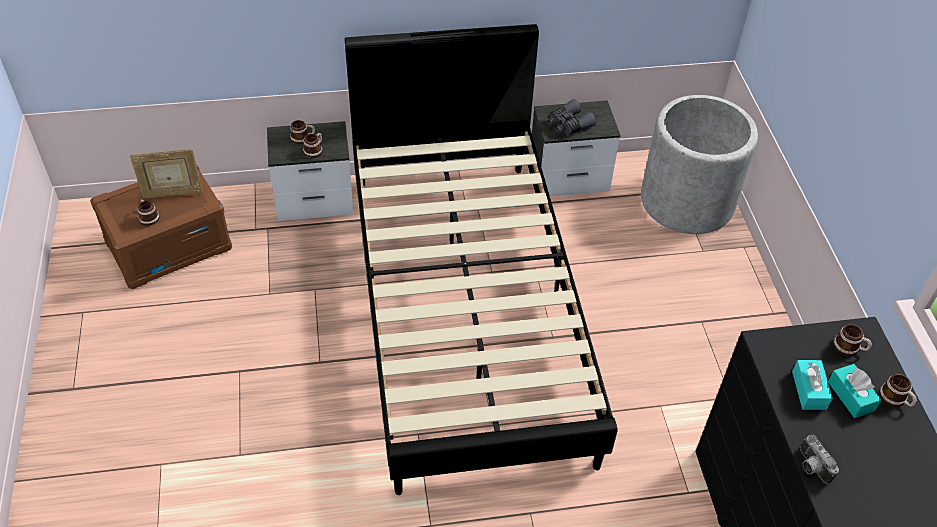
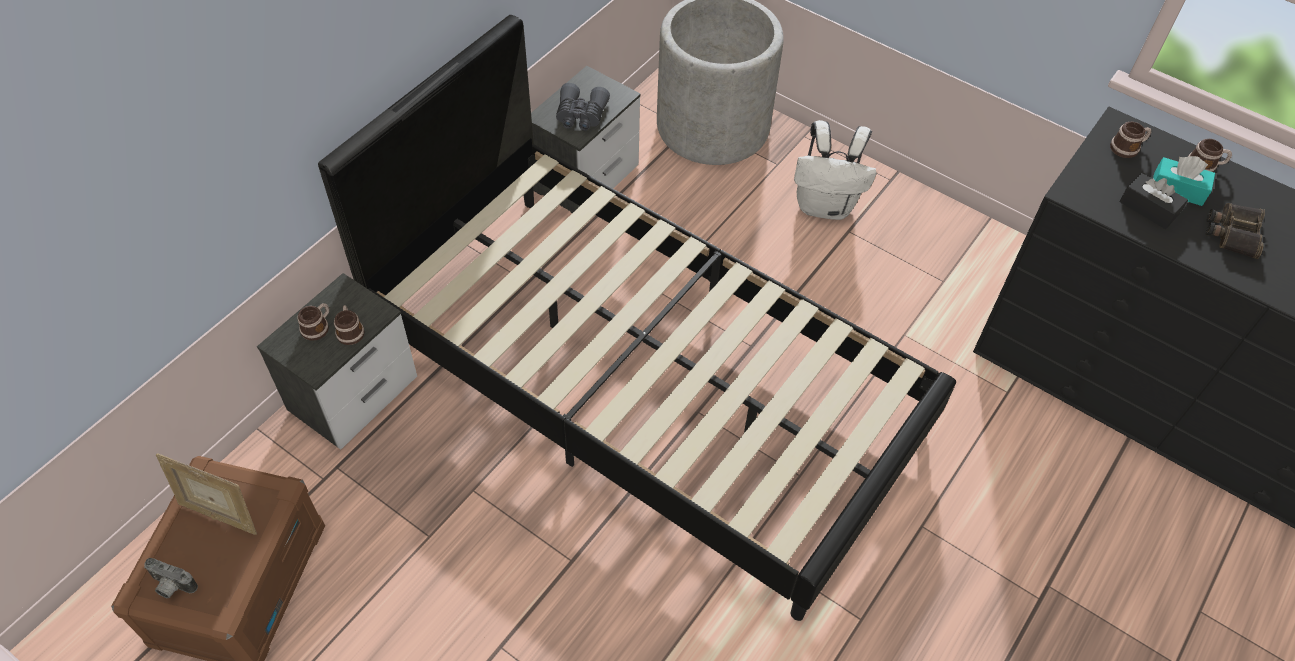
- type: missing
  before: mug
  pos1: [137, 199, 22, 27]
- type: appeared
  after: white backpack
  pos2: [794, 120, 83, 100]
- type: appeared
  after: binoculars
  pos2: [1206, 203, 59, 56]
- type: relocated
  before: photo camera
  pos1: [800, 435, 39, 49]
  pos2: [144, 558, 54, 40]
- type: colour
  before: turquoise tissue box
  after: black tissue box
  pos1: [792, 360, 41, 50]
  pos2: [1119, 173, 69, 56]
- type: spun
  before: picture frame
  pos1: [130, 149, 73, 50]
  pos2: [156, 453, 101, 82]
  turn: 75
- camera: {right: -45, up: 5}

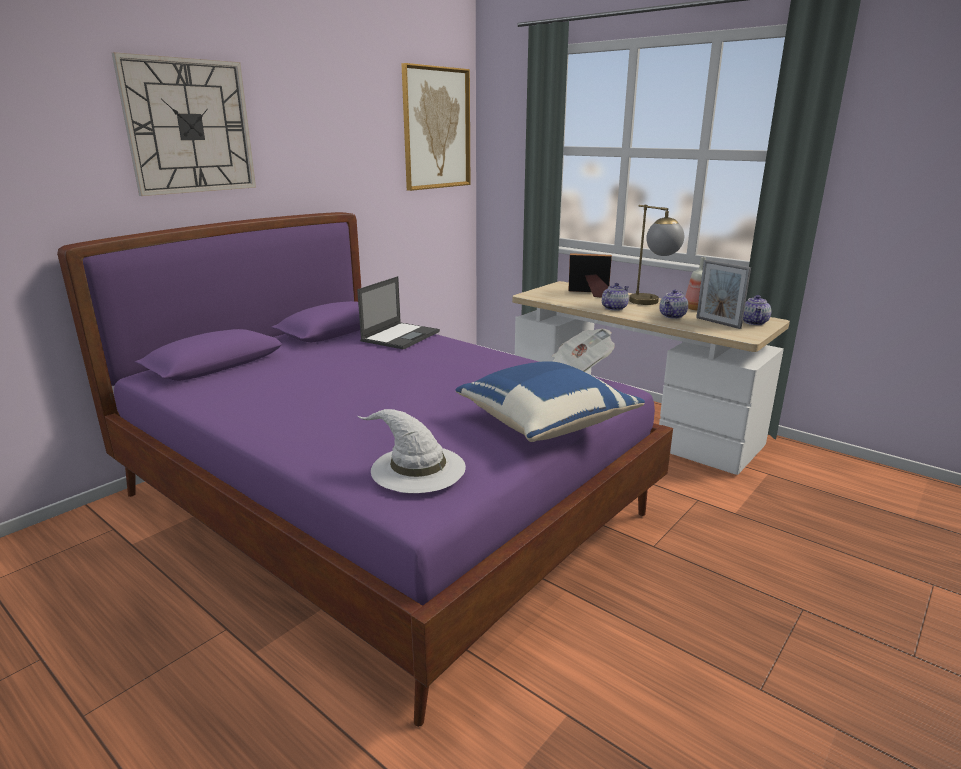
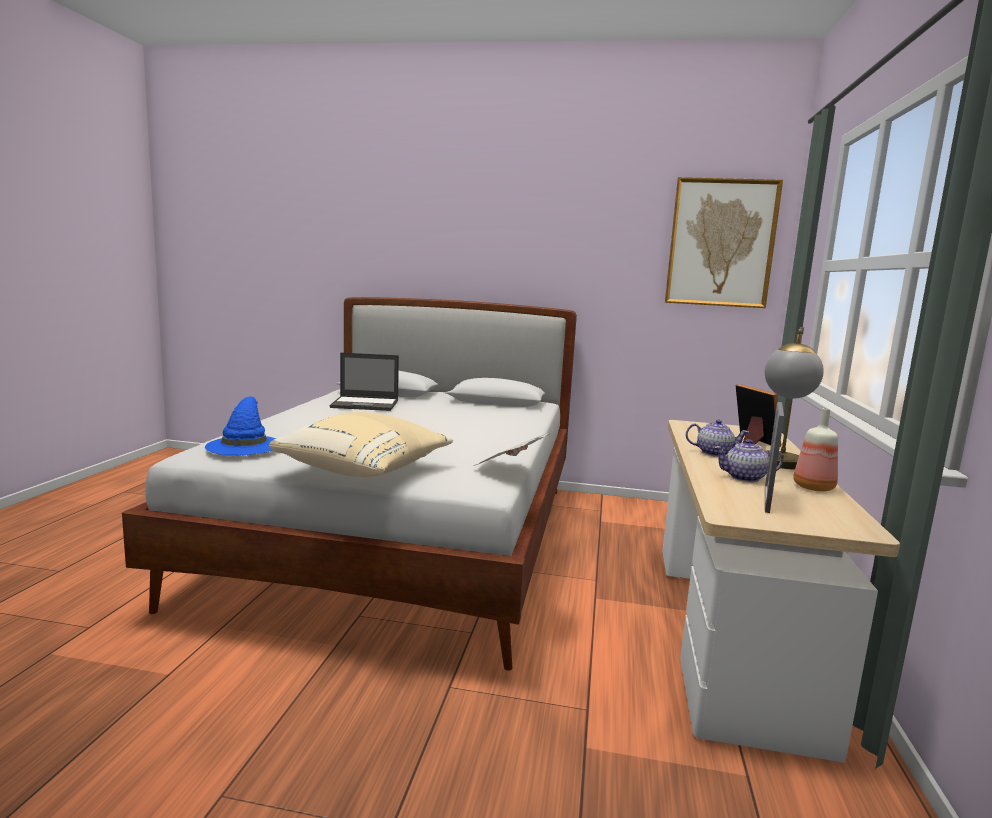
- type: missing
  before: wall clock
  pos1: [112, 52, 144, 144]
- type: missing
  before: teapot
  pos1: [743, 295, 28, 30]
- type: relocated
  before: laptop
  pos1: [357, 276, 83, 74]
  pos2: [330, 353, 69, 58]
- type: colour
  before: purple bed
  after: white bed
  pos1: [57, 212, 616, 515]
  pos2: [122, 297, 455, 374]
- type: colour
  before: white hat
  after: blue hat
  pos1: [358, 409, 108, 84]
  pos2: [205, 397, 71, 58]
- type: colour
  before: blue pillow
  after: beige pillow
  pos1: [456, 361, 189, 81]
  pos2: [269, 412, 184, 65]
- camera: {right: 60, up: -10}

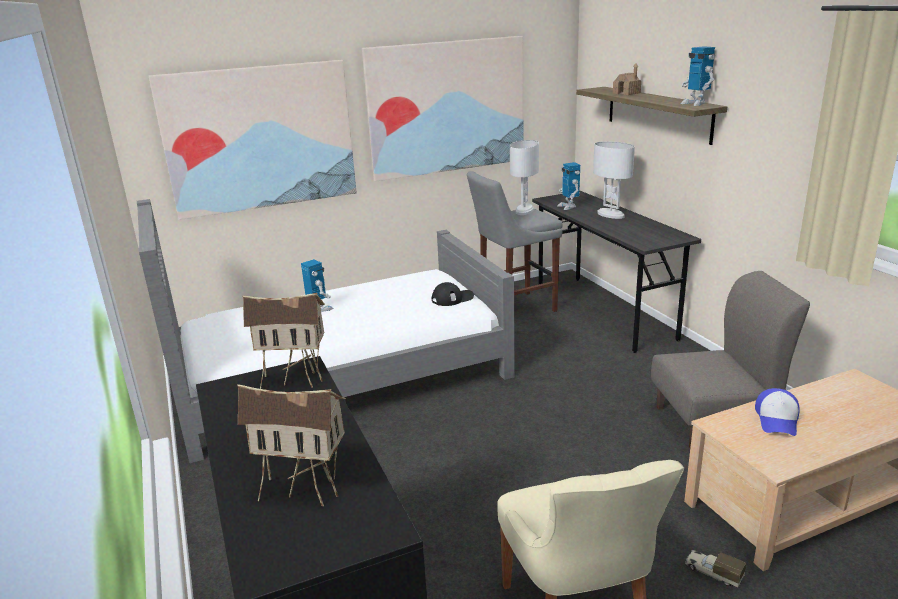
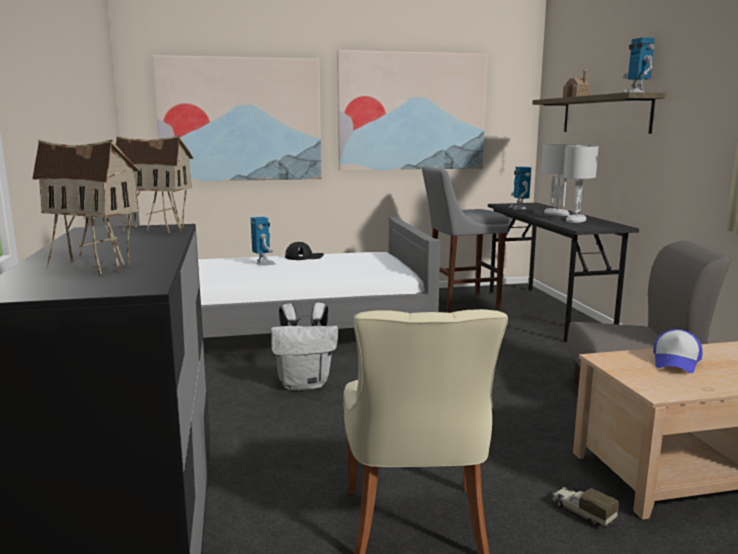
- type: appeared
  after: white backpack
  pos2: [271, 302, 67, 89]
- type: relocated
  before: black cap
  pos1: [432, 282, 42, 24]
  pos2: [285, 242, 39, 18]
- type: relocated
  before: white table lamp
  pos1: [510, 140, 29, 75]
  pos2: [563, 145, 35, 78]
- camera: {right: 10, up: -10}

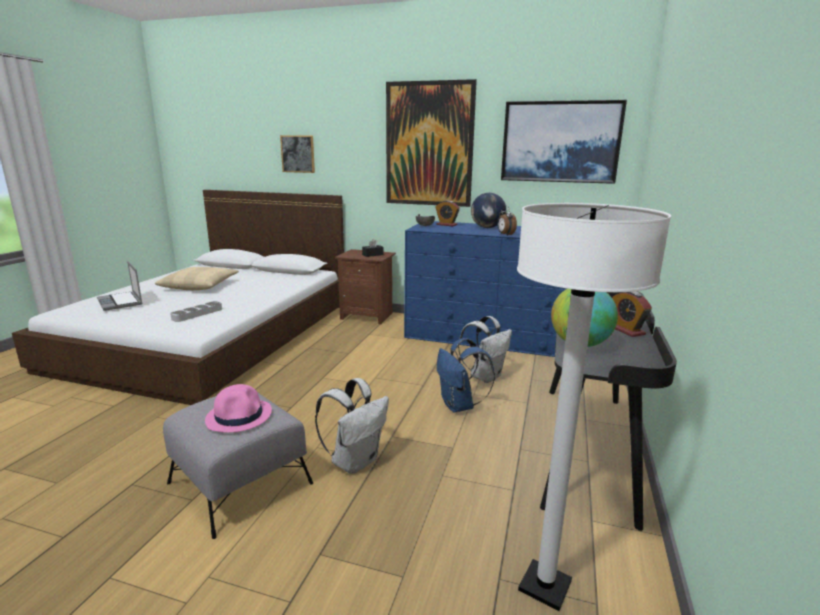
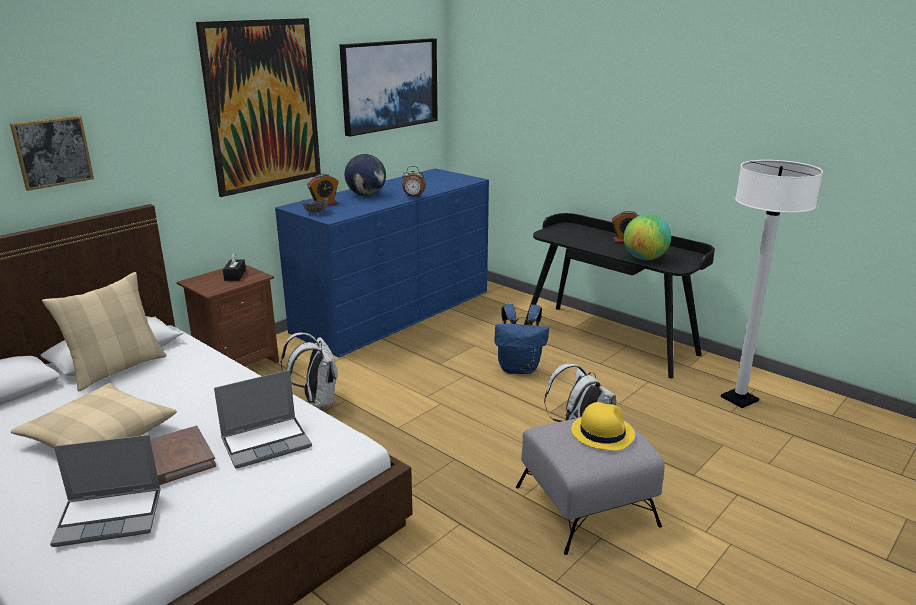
- type: appeared
  after: beige pillow
  pos2: [42, 272, 124, 119]
- type: appeared
  after: brown book
  pos2: [150, 425, 66, 60]
- type: relocated
  before: white backpack
  pos1: [458, 316, 54, 67]
  pos2: [281, 332, 57, 76]
- type: exchanged
  before: grey tray
  after: laptop
  pos1: [170, 301, 52, 21]
  pos2: [214, 370, 98, 99]
- type: colour
  before: pink hat
  after: yellow hat
  pos1: [205, 384, 67, 49]
  pos2: [571, 402, 64, 49]
- camera: {right: -65, up: 5}

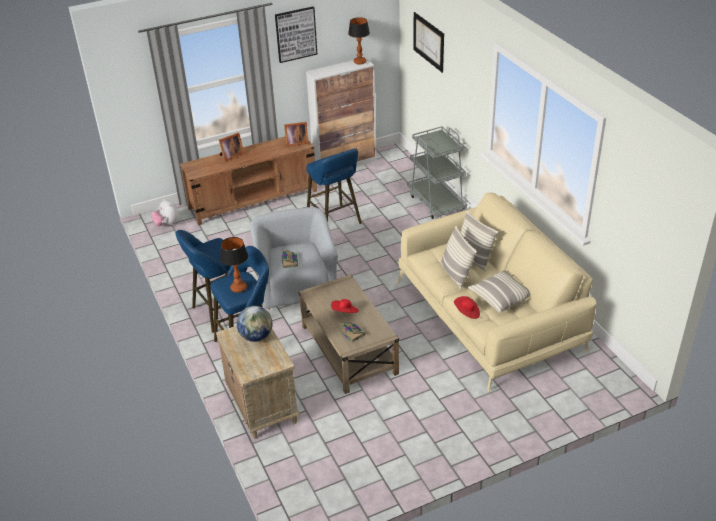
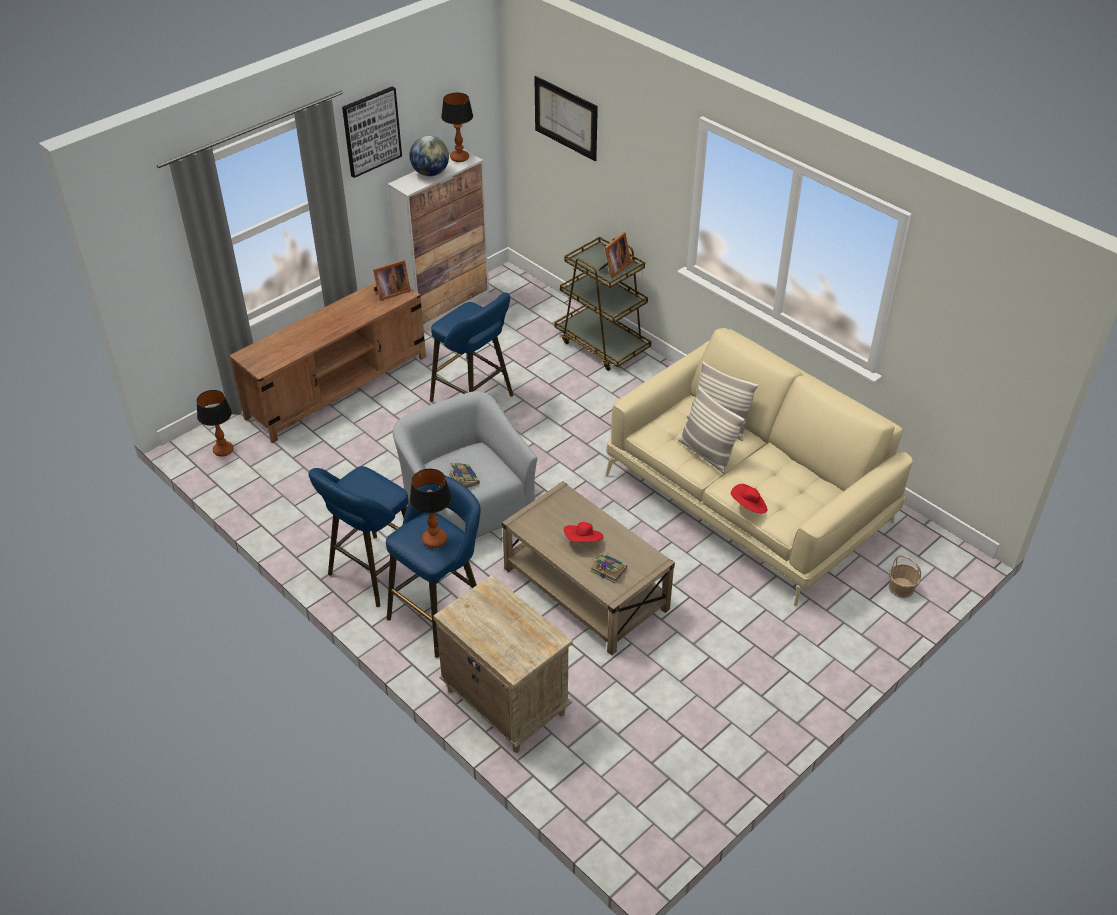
- type: missing
  before: pillow
  pos1: [468, 270, 63, 43]
- type: appeared
  after: basket
  pos2: [889, 555, 32, 43]
- type: relocated
  before: picture frame
  pos1: [219, 132, 26, 29]
  pos2: [598, 232, 33, 46]
- type: relocated
  before: globe
  pos1: [237, 306, 36, 36]
  pos2: [410, 136, 39, 40]
- type: exchanged
  before: plush toy
  after: table lamp
  pos1: [151, 199, 28, 27]
  pos2: [196, 390, 38, 67]
- type: colour
  before: grey cart
  after: brown cart
  pos1: [407, 126, 60, 93]
  pos2: [554, 237, 97, 134]
- camera: {right: -20, up: 5}

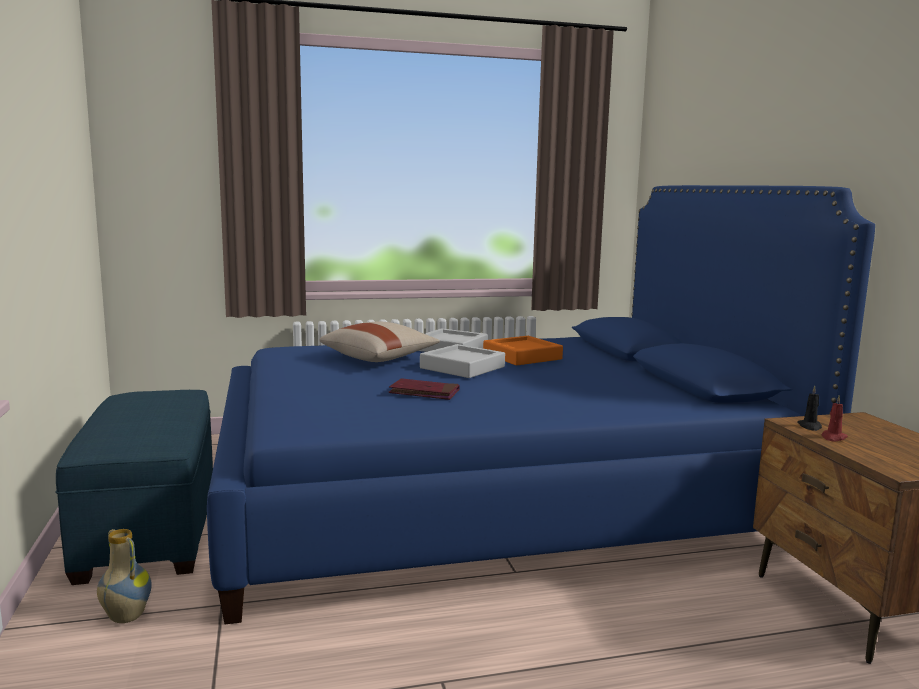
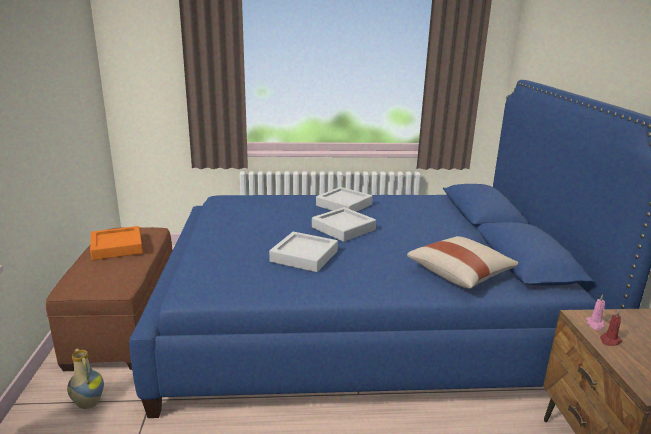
- type: relocated
  before: beige pillow
  pos1: [319, 322, 121, 40]
  pos2: [407, 236, 111, 52]
- type: relocated
  before: orange tray
  pos1: [483, 336, 80, 29]
  pos2: [90, 226, 53, 34]
- type: exchanged
  before: red book
  after: grey tray
  pos1: [389, 378, 71, 22]
  pos2: [269, 232, 69, 40]
- type: colour
  before: blue ottoman
  after: brown ottoman
  pos1: [55, 390, 158, 195]
  pos2: [46, 227, 127, 144]
- type: colour
  before: black candle
  after: pink candle
  pos1: [797, 386, 25, 45]
  pos2: [585, 294, 20, 36]
- camera: {right: 10, up: 10}

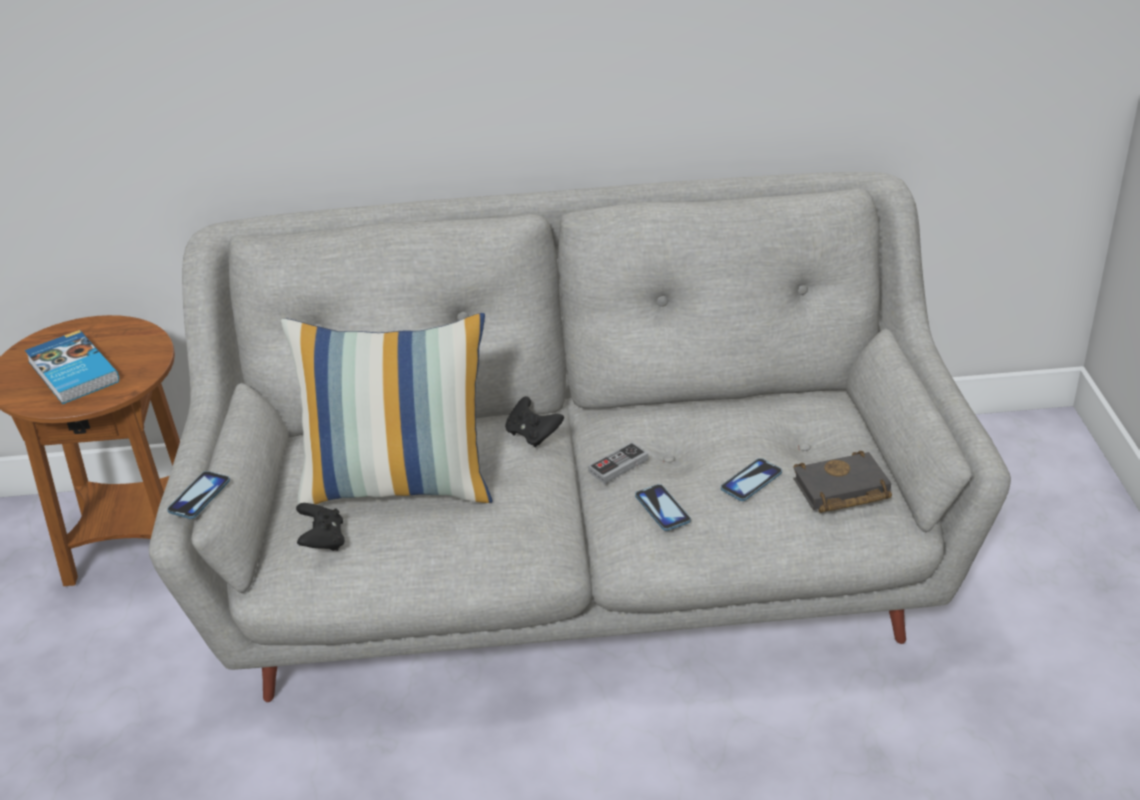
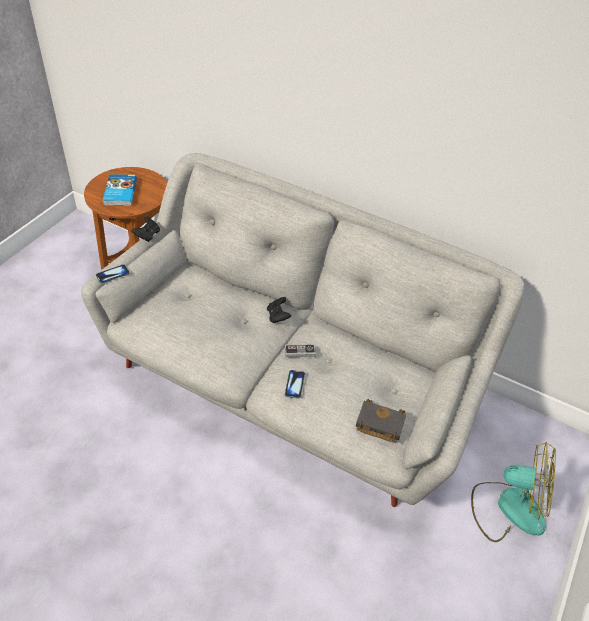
- type: missing
  before: pillow
  pos1: [281, 313, 212, 191]
- type: missing
  before: phone
  pos1: [721, 458, 61, 43]
- type: appeared
  after: fan
  pos2: [471, 442, 85, 100]
- type: relocated
  before: black game controller
  pos1: [296, 503, 48, 48]
  pos2: [131, 216, 29, 26]
- camera: {right: 30, up: 10}

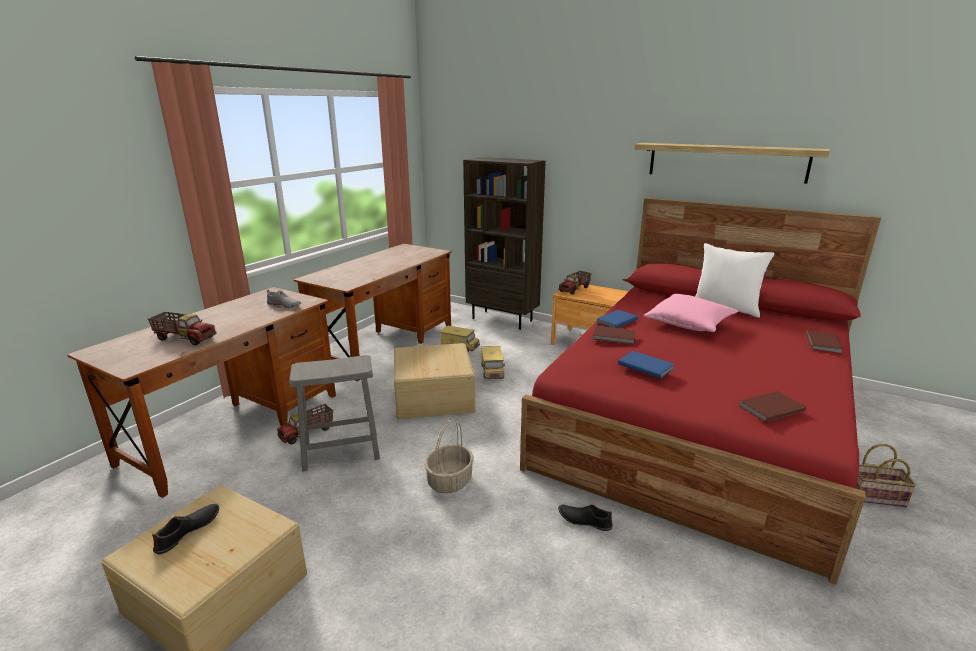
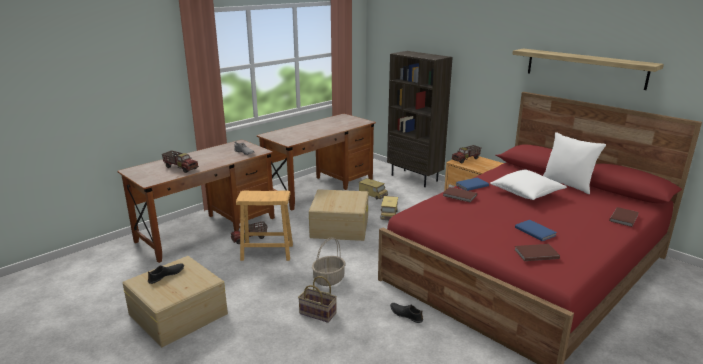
- type: relocated
  before: blue book
  pos1: [618, 351, 57, 28]
  pos2: [515, 220, 42, 21]
- type: relocated
  before: basket
  pos1: [856, 444, 60, 63]
  pos2: [298, 276, 39, 47]
- type: colour
  before: grey stool
  after: brown stool
  pos1: [289, 355, 91, 117]
  pos2: [236, 190, 57, 71]
- type: colour
  before: pink pillow
  after: white pillow
  pos1: [644, 294, 95, 38]
  pos2: [490, 169, 77, 31]
- camera: {right: 15, up: 0}

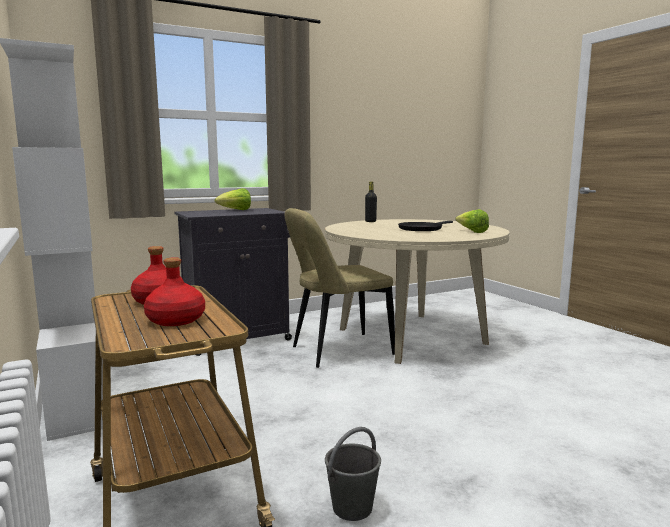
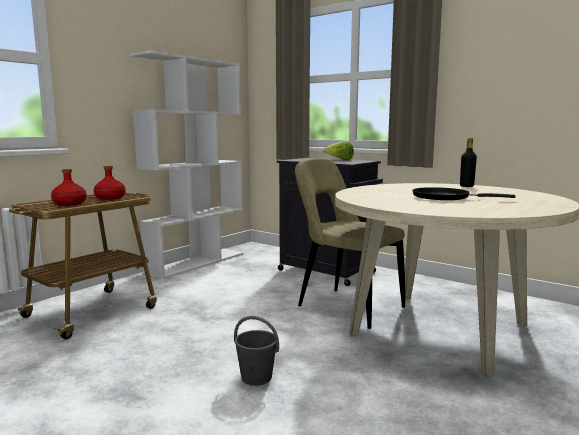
- type: missing
  before: lettuce
  pos1: [455, 209, 34, 24]
- type: relocated
  before: grey bucket
  pos1: [325, 427, 56, 94]
  pos2: [234, 316, 45, 70]
- camera: {right: 65, up: 0}

